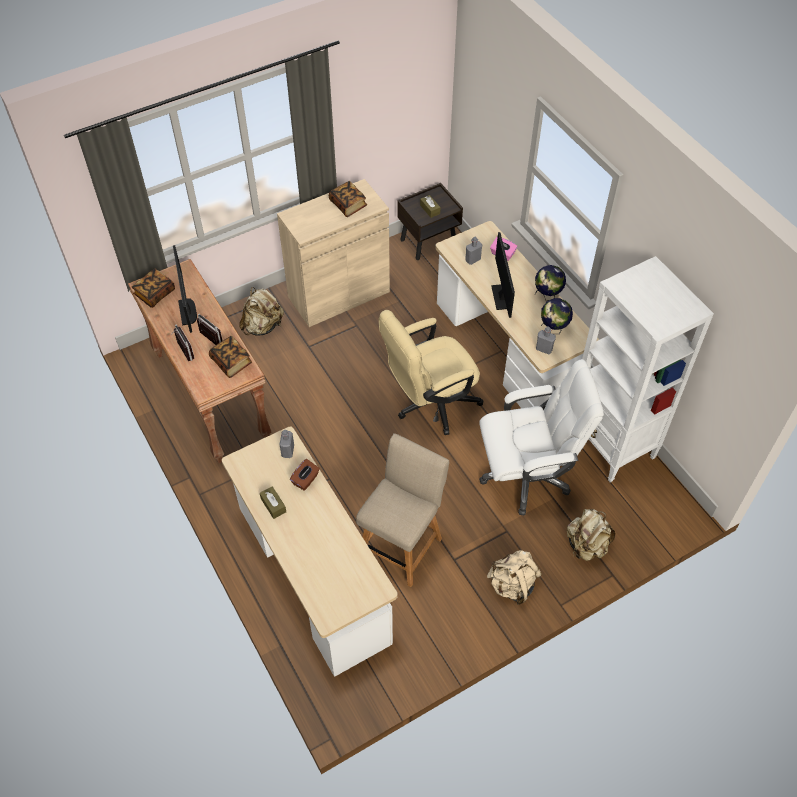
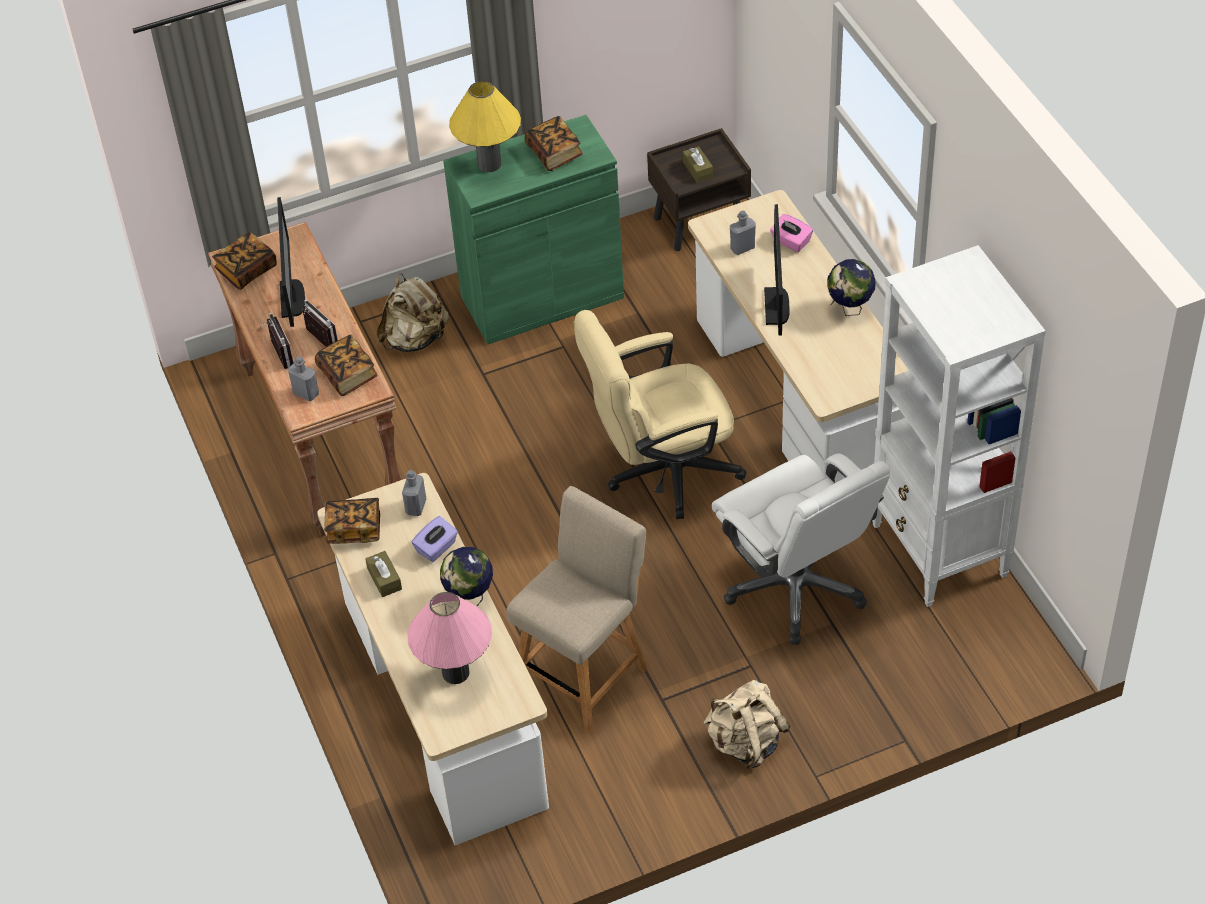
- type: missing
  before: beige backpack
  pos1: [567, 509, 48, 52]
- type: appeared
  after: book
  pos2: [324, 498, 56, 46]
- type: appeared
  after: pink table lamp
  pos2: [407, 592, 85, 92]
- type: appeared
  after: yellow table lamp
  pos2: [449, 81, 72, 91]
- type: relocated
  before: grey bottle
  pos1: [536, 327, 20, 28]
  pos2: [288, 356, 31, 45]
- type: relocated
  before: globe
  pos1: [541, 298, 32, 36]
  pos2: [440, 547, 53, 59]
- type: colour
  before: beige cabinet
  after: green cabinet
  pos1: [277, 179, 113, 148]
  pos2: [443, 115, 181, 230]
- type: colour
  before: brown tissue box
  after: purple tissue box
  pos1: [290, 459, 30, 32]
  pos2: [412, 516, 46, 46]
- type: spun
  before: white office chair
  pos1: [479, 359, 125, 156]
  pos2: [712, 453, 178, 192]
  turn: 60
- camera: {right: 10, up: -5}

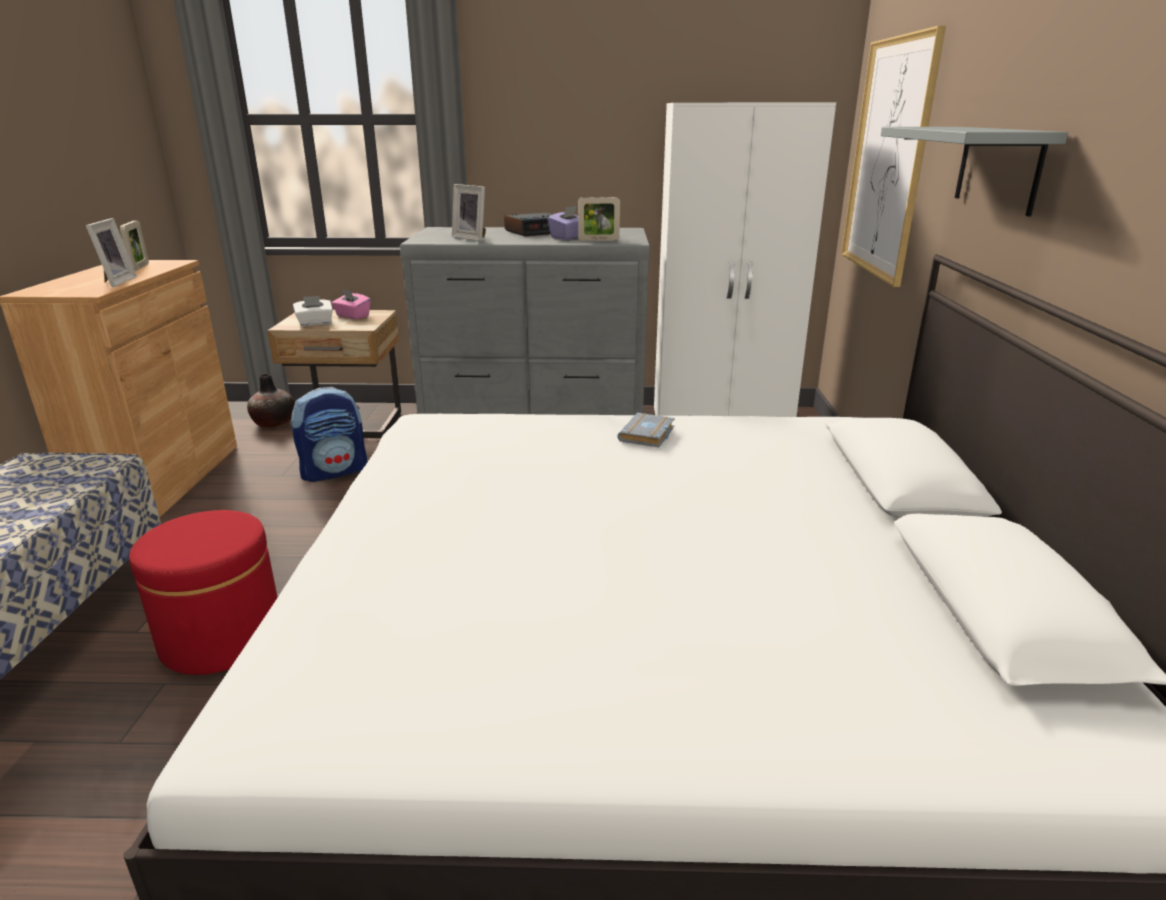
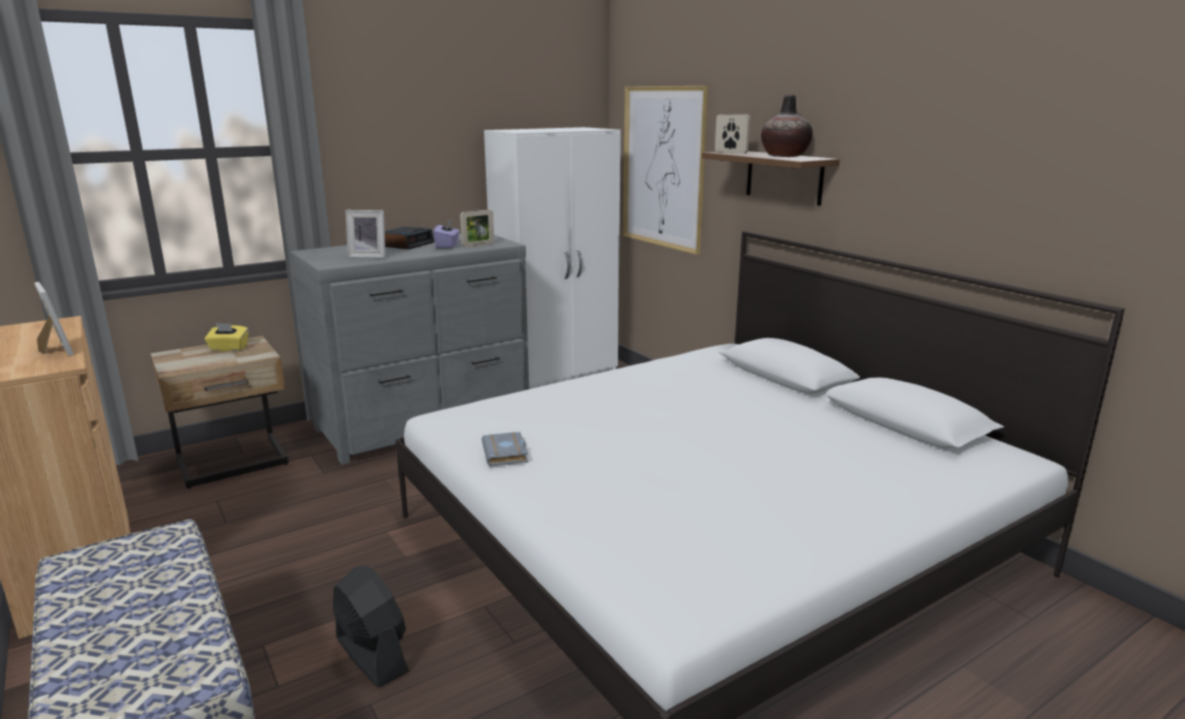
- type: missing
  before: backpack
  pos1: [291, 387, 76, 95]
- type: missing
  before: white tissue box
  pos1: [293, 296, 40, 30]
- type: relocated
  before: picture frame
  pos1: [120, 221, 29, 50]
  pos2: [715, 114, 35, 40]
- type: relocated
  before: vase
  pos1: [247, 374, 48, 54]
  pos2: [761, 95, 52, 62]
- type: relocated
  before: grey book
  pos1: [617, 413, 58, 34]
  pos2: [482, 432, 46, 34]
- type: exchanged
  before: red ottoman
  after: black fan
  pos1: [129, 510, 149, 165]
  pos2: [333, 566, 76, 122]
- type: colour
  before: pink tissue box
  after: yellow tissue box
  pos1: [332, 289, 39, 30]
  pos2: [205, 323, 44, 28]
- type: colour
  before: grey shelf
  after: brown shelf
  pos1: [881, 127, 187, 90]
  pos2: [702, 151, 138, 55]
- camera: {right: -35, up: -5}

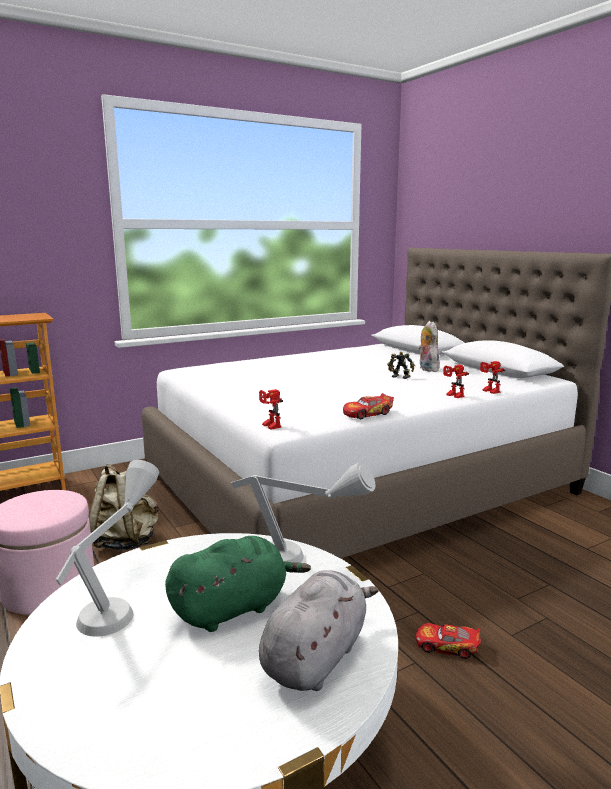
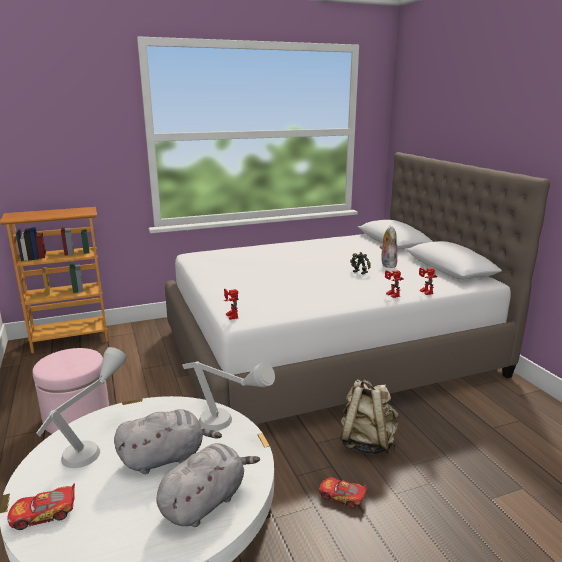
- type: relocated
  before: beige backpack
  pos1: [89, 464, 70, 86]
  pos2: [340, 379, 59, 75]
- type: relocated
  before: toy car
  pos1: [343, 393, 51, 26]
  pos2: [8, 483, 67, 47]
- type: colour
  before: green plush toy
  after: grey plush toy
  pos1: [165, 536, 146, 96]
  pos2: [114, 409, 108, 65]
- camera: {right: 10, up: 5}

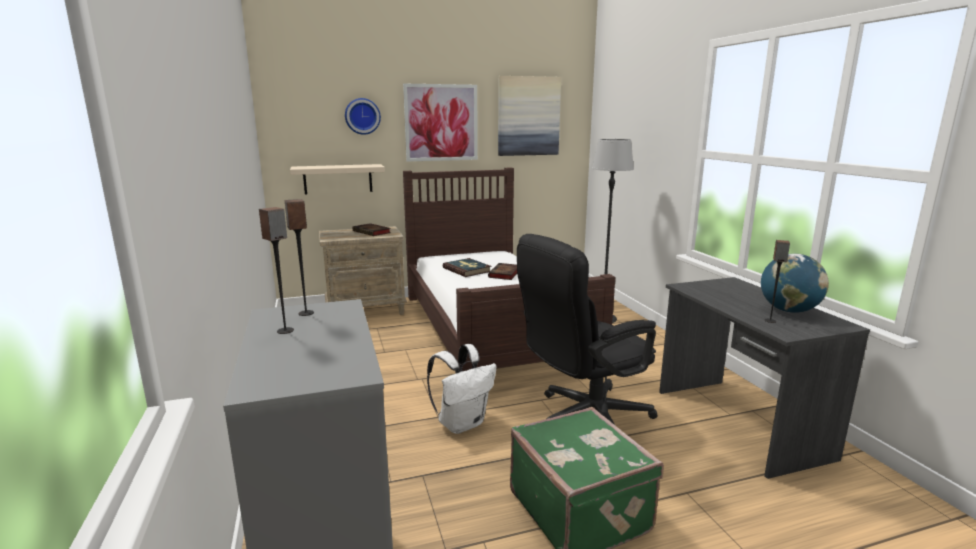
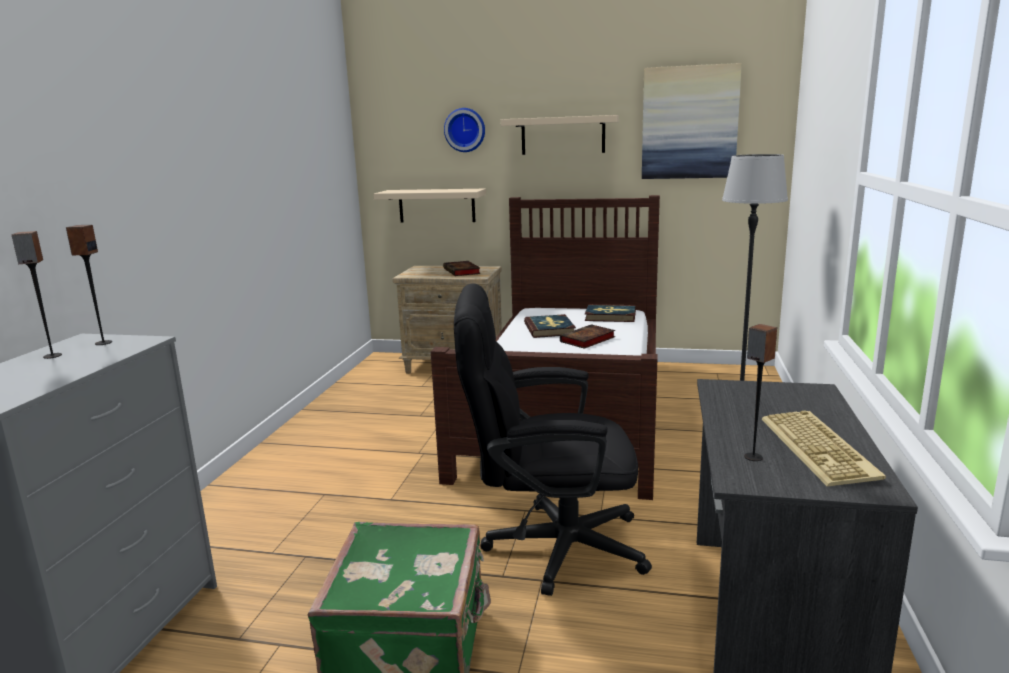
- type: missing
  before: white backpack
  pos1: [427, 344, 69, 90]
- type: appeared
  after: book
  pos2: [585, 304, 51, 18]
- type: exchanged
  before: picture
  after: beige shelf
  pos1: [403, 84, 75, 78]
  pos2: [501, 115, 118, 40]
- type: exchanged
  before: globe
  after: keyboard
  pos1: [761, 254, 68, 59]
  pos2: [762, 410, 124, 77]
- camera: {right: 30, up: 0}

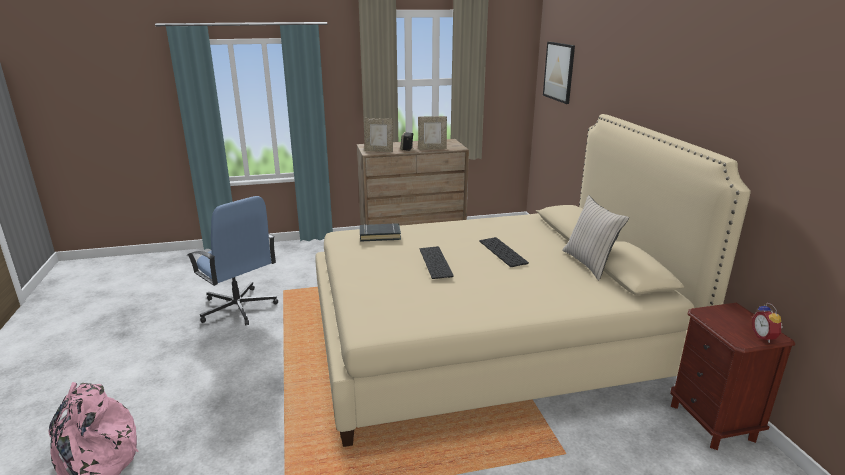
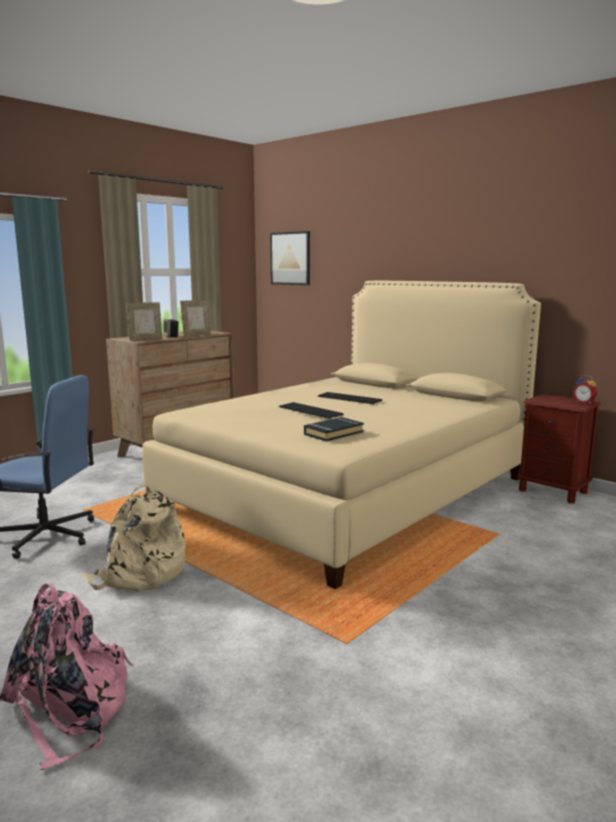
- type: missing
  before: beige pillow
  pos1: [562, 195, 67, 85]
- type: appeared
  after: beige backpack
  pos2: [83, 483, 103, 109]
- type: relocated
  before: black book
  pos1: [360, 223, 41, 19]
  pos2: [304, 417, 60, 24]
- camera: {right: -35, up: -10}

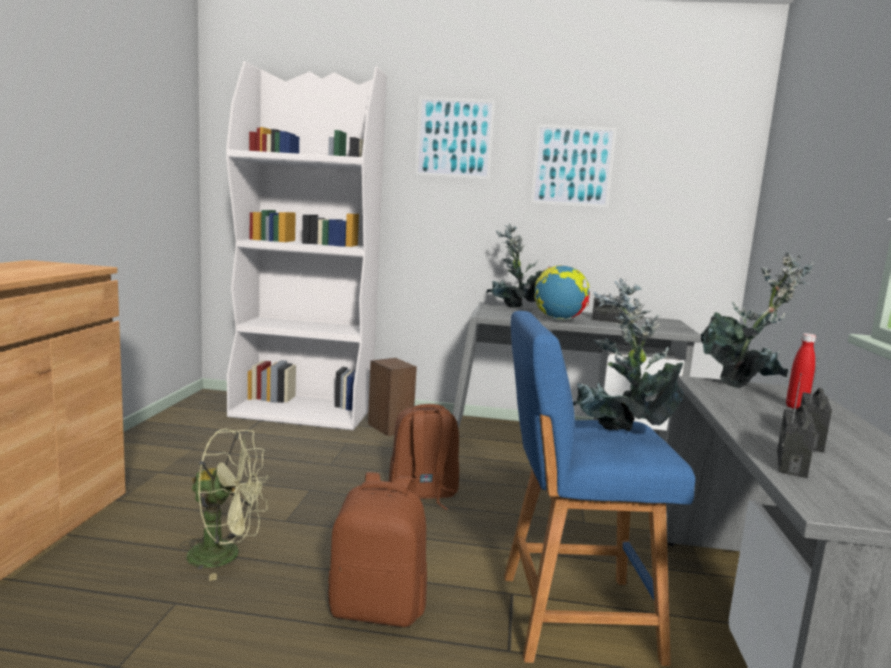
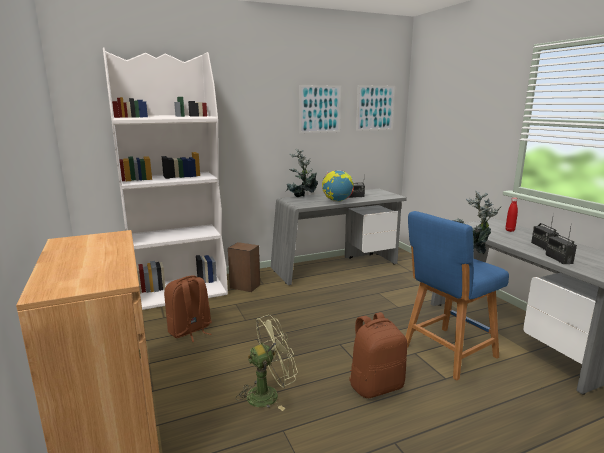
- type: missing
  before: potted plant
  pos1: [701, 252, 113, 136]
- type: relocated
  before: brown backpack
  pos1: [388, 404, 71, 106]
  pos2: [164, 275, 48, 67]
- type: relocated
  before: picture
  pos1: [415, 96, 81, 84]
  pos2: [356, 85, 39, 46]
- camera: {right: -30, up: 5}

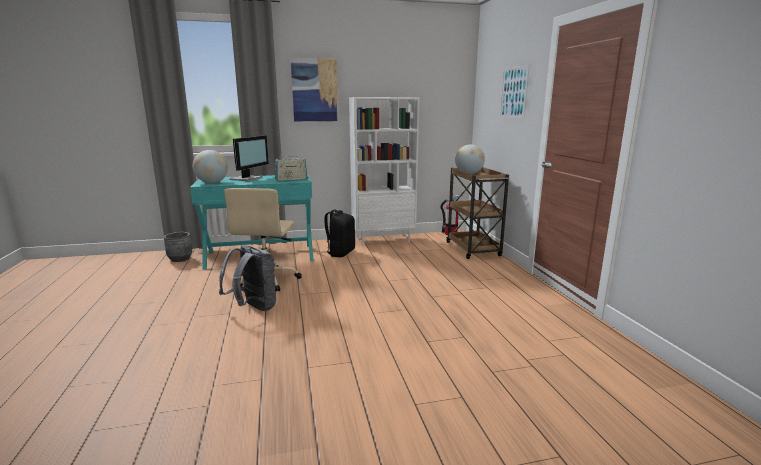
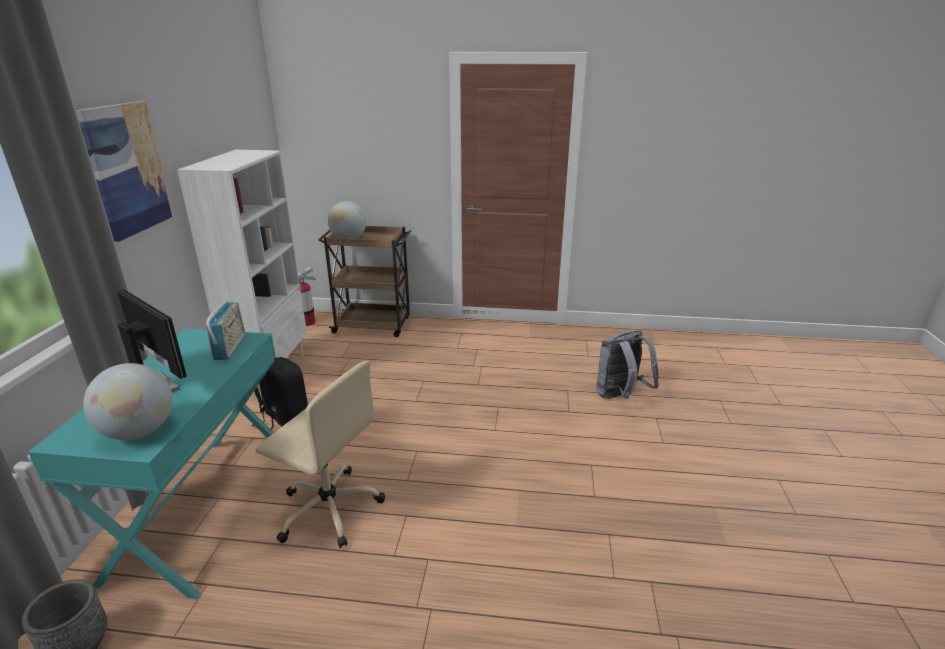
- type: missing
  before: picture
  pos1: [499, 65, 31, 54]
- type: relocated
  before: grey backpack
  pos1: [219, 245, 57, 66]
  pos2: [596, 330, 63, 69]
- camera: {right: -70, up: 10}

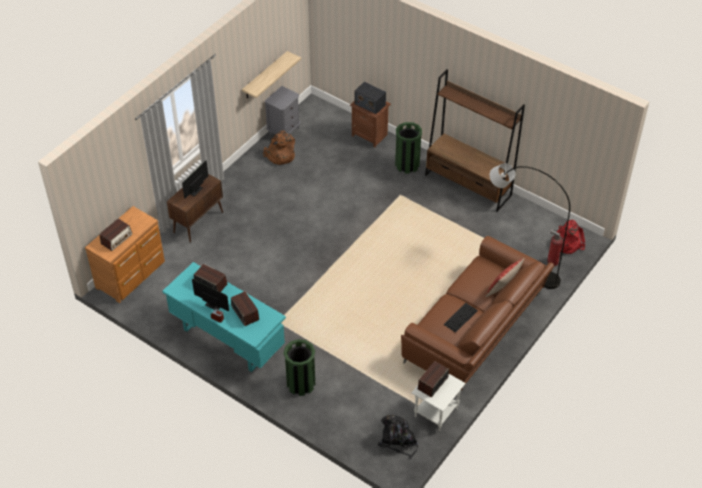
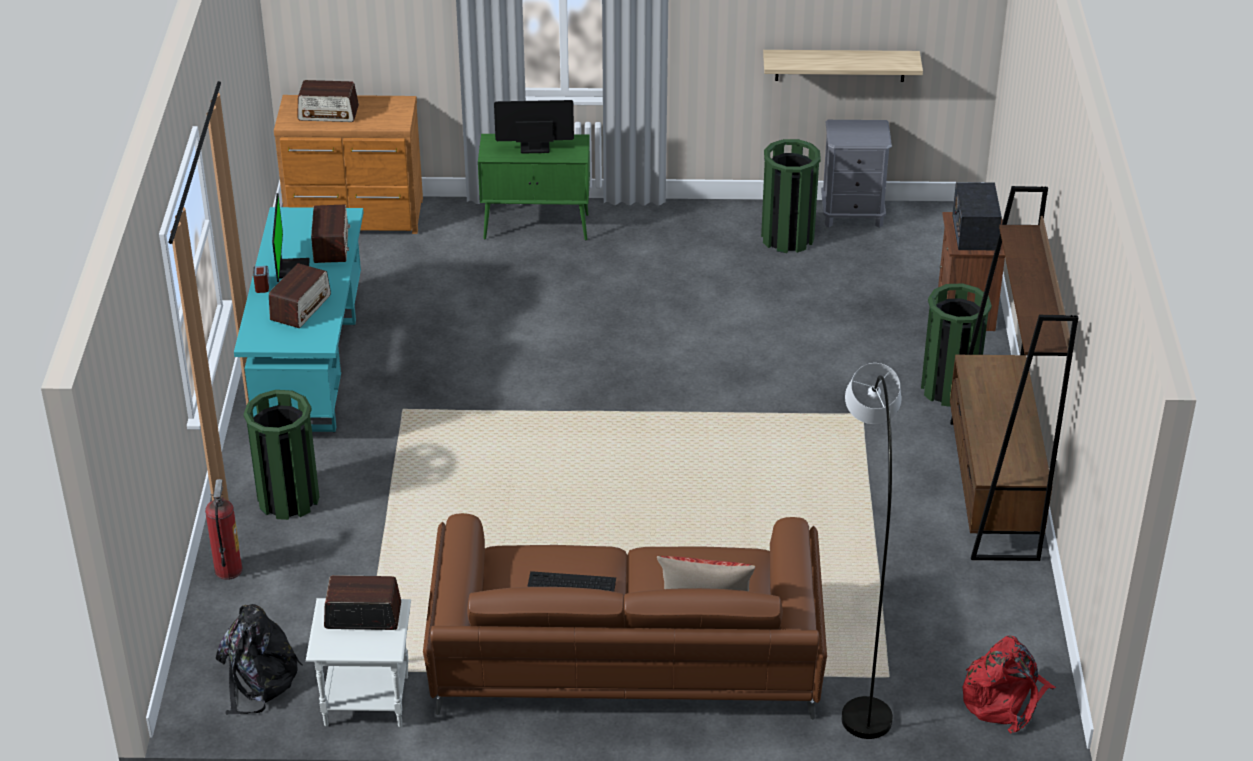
- type: relocated
  before: fire extinguisher
  pos1: [547, 230, 17, 37]
  pos2: [205, 479, 38, 101]
- type: exchanged
  before: brown backpack
  after: green trash can
  pos1: [263, 131, 32, 34]
  pos2: [761, 139, 60, 114]
- type: colour
  before: brown cabinet
  after: green cabinet
  pos1: [167, 174, 56, 69]
  pos2: [478, 134, 112, 106]
- camera: {right: 55, up: -10}

